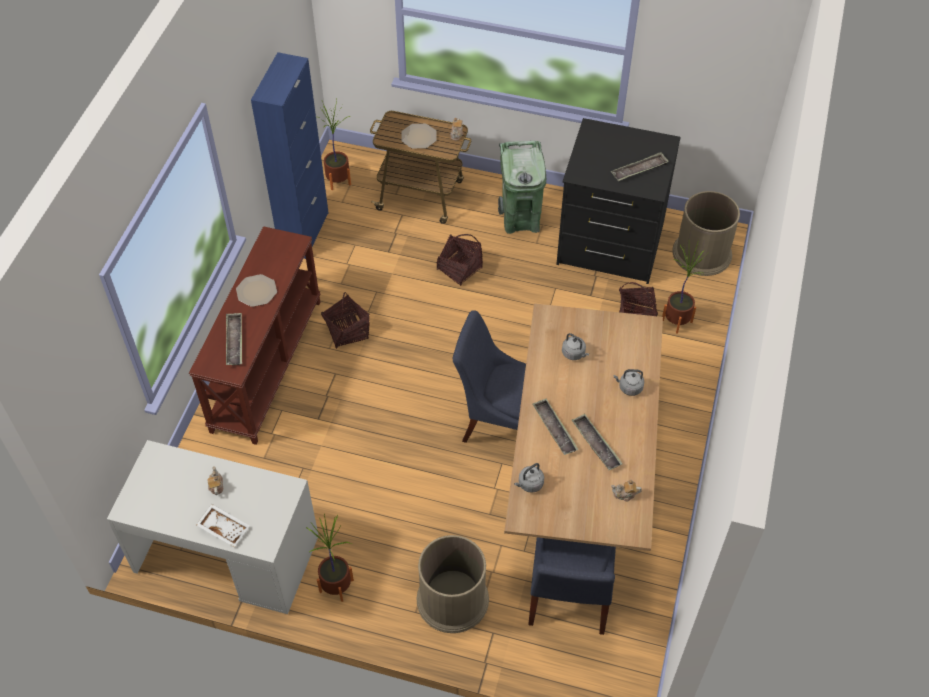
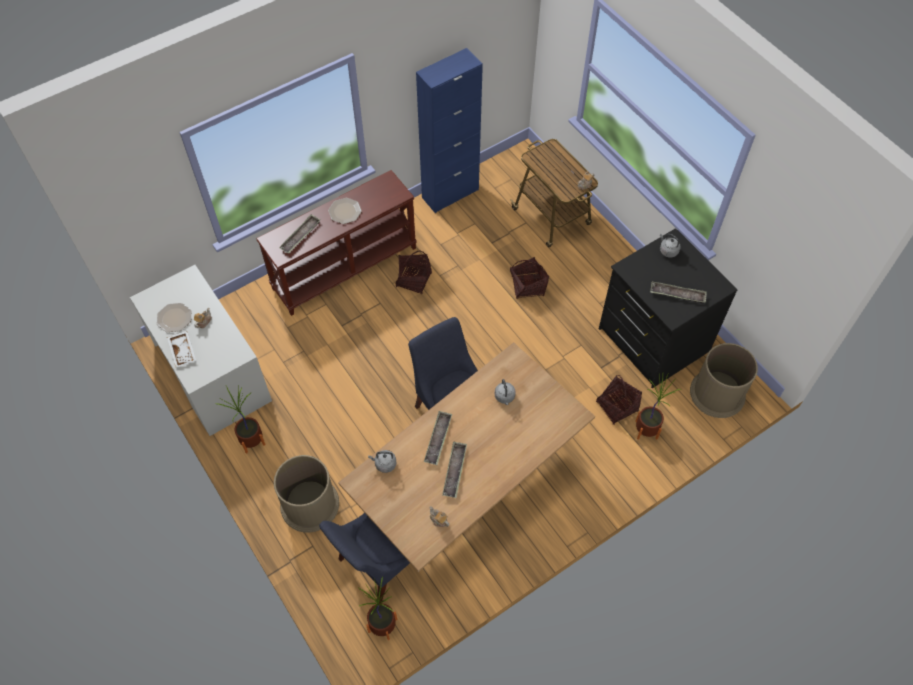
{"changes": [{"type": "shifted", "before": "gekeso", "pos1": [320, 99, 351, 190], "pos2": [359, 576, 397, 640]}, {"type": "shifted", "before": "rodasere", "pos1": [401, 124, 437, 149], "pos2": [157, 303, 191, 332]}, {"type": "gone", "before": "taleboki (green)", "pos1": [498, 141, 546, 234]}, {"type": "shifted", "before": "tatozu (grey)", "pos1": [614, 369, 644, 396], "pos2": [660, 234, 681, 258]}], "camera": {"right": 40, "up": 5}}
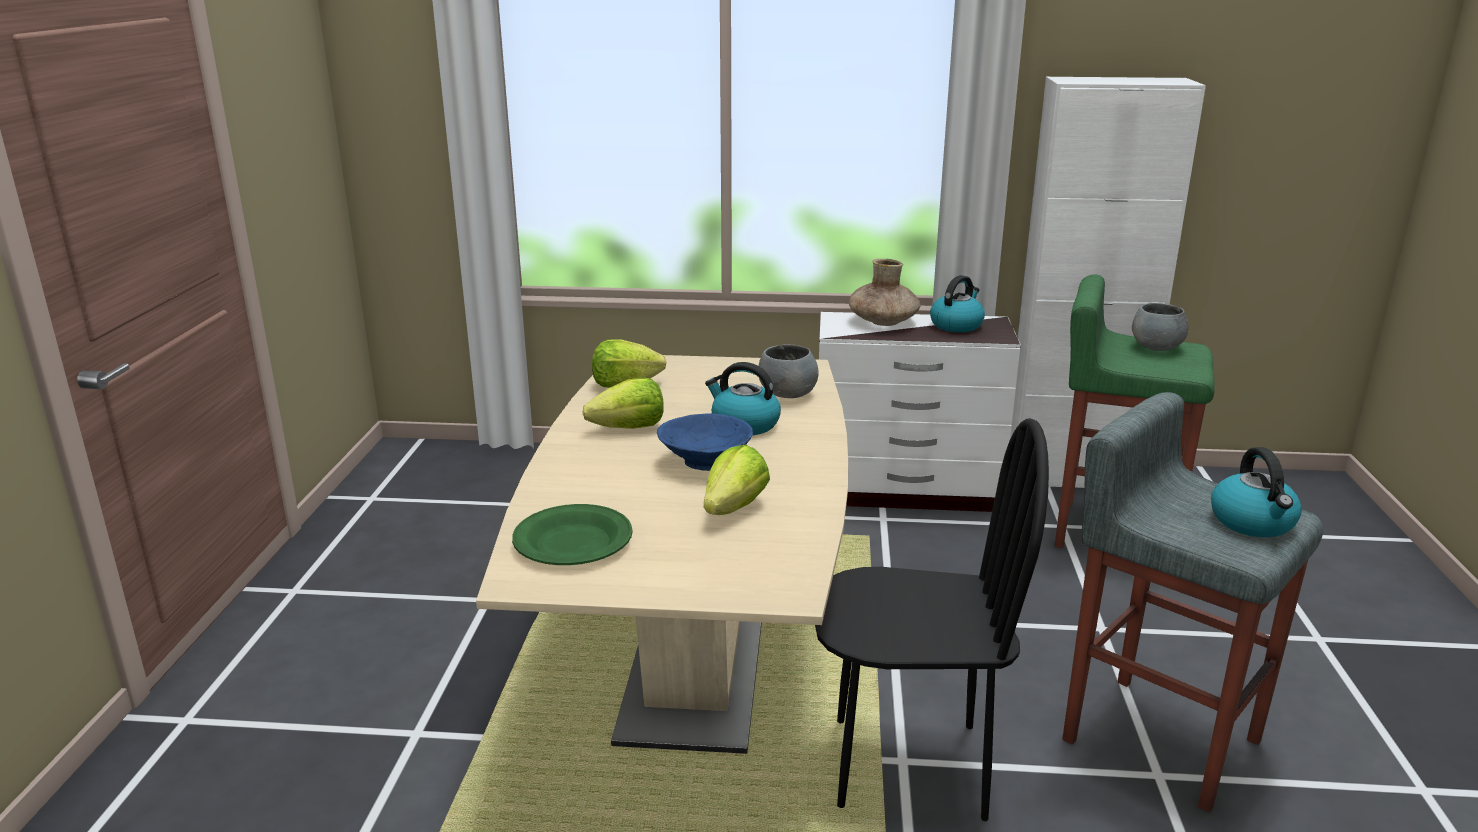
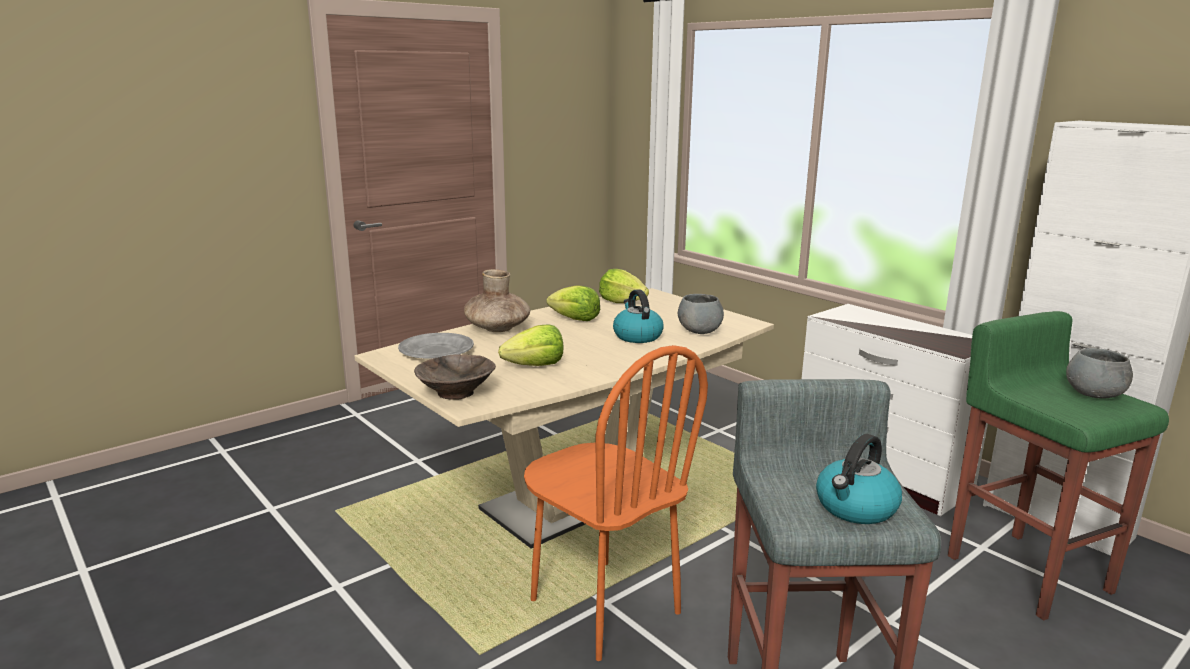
{"changes": [{"type": "shifted", "before": "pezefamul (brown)", "pos1": [849, 259, 920, 326], "pos2": [464, 269, 530, 332]}, {"type": "gone", "before": "tatozu", "pos1": [930, 275, 985, 332]}, {"type": "gone", "before": "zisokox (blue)", "pos1": [657, 413, 753, 471]}, {"type": "repainted", "before": "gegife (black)", "after": "gegife (orange)", "pos1": [815, 418, 1049, 821], "pos2": [524, 345, 708, 661]}, {"type": "repainted", "before": "rodasere (green)", "after": "rodasere (grey)", "pos1": [512, 504, 633, 565], "pos2": [398, 333, 474, 359]}, {"type": "new", "after": "zisokox (brown)", "pos2": [414, 354, 496, 400]}], "camera": {"right": 45, "up": -5}}
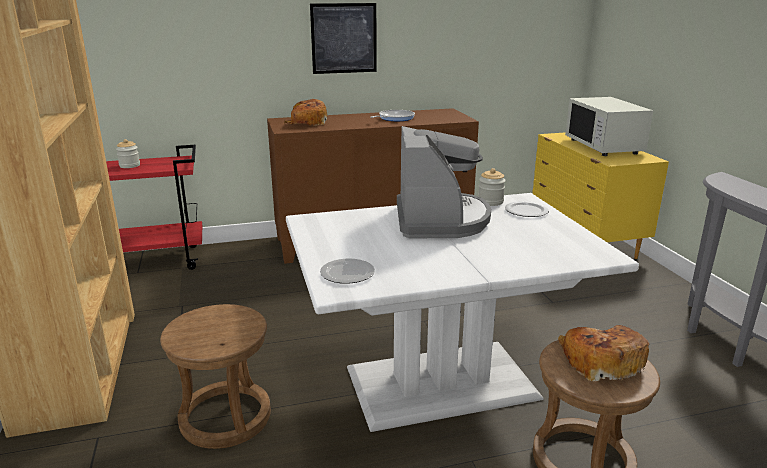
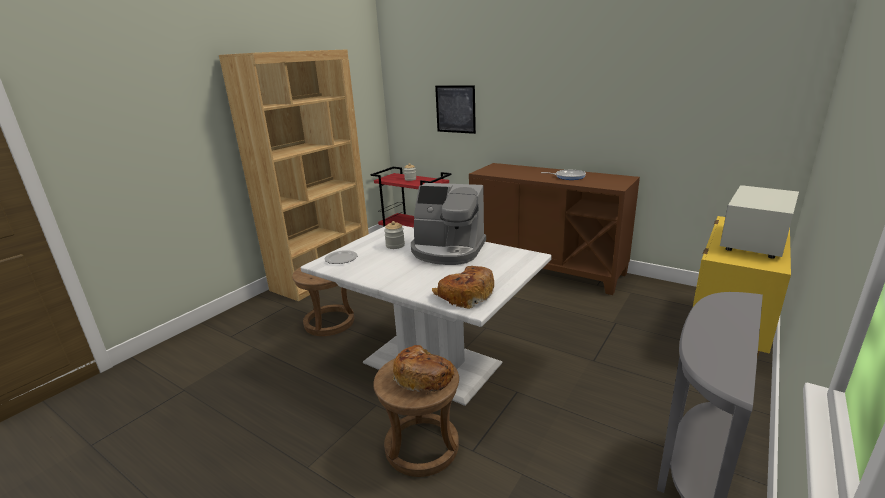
{"changes": [{"type": "shifted", "before": "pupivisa", "pos1": [310, 3, 377, 74], "pos2": [435, 85, 476, 134]}, {"type": "shifted", "before": "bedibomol", "pos1": [284, 99, 328, 126], "pos2": [432, 266, 494, 309]}, {"type": "rotated", "before": "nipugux", "pos1": [397, 126, 491, 239], "pos2": [411, 183, 486, 265], "turn": 60}, {"type": "shifted", "before": "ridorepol", "pos1": [478, 168, 506, 206], "pos2": [384, 221, 405, 249]}, {"type": "gone", "before": "rodasere", "pos1": [505, 201, 549, 217]}], "camera": {"right": 50, "up": 0}}
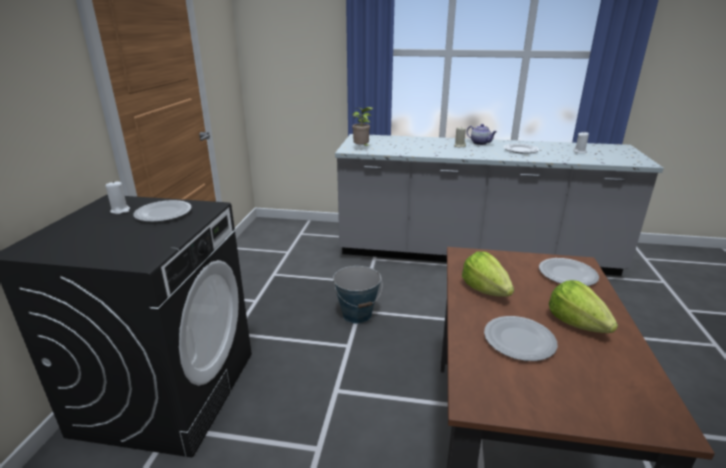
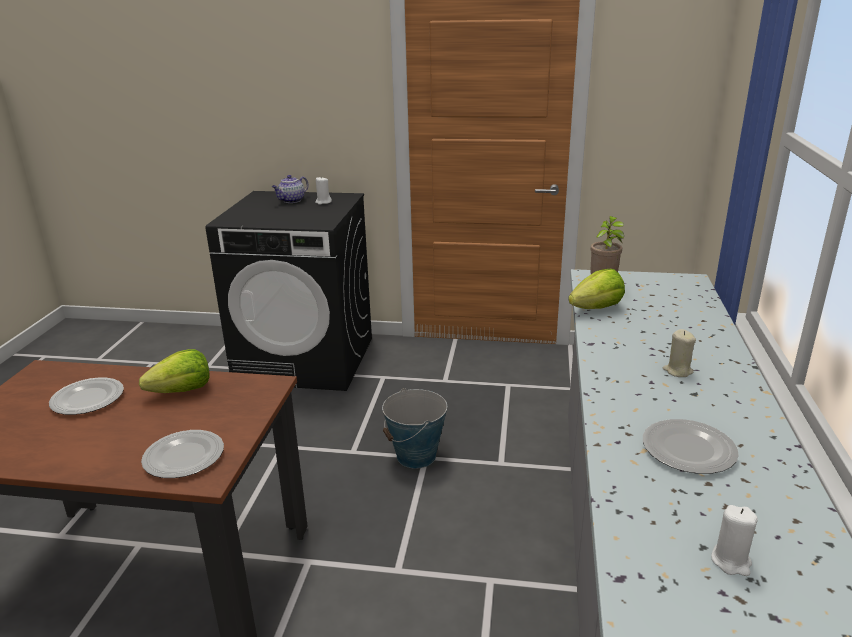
{"changes": [{"type": "shifted", "before": "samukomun", "pos1": [467, 124, 497, 145], "pos2": [272, 175, 309, 203]}, {"type": "gone", "before": "rodasere", "pos1": [133, 200, 192, 222]}, {"type": "shifted", "before": "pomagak", "pos1": [549, 280, 618, 333], "pos2": [568, 269, 625, 309]}], "camera": {"right": 90, "up": 0}}
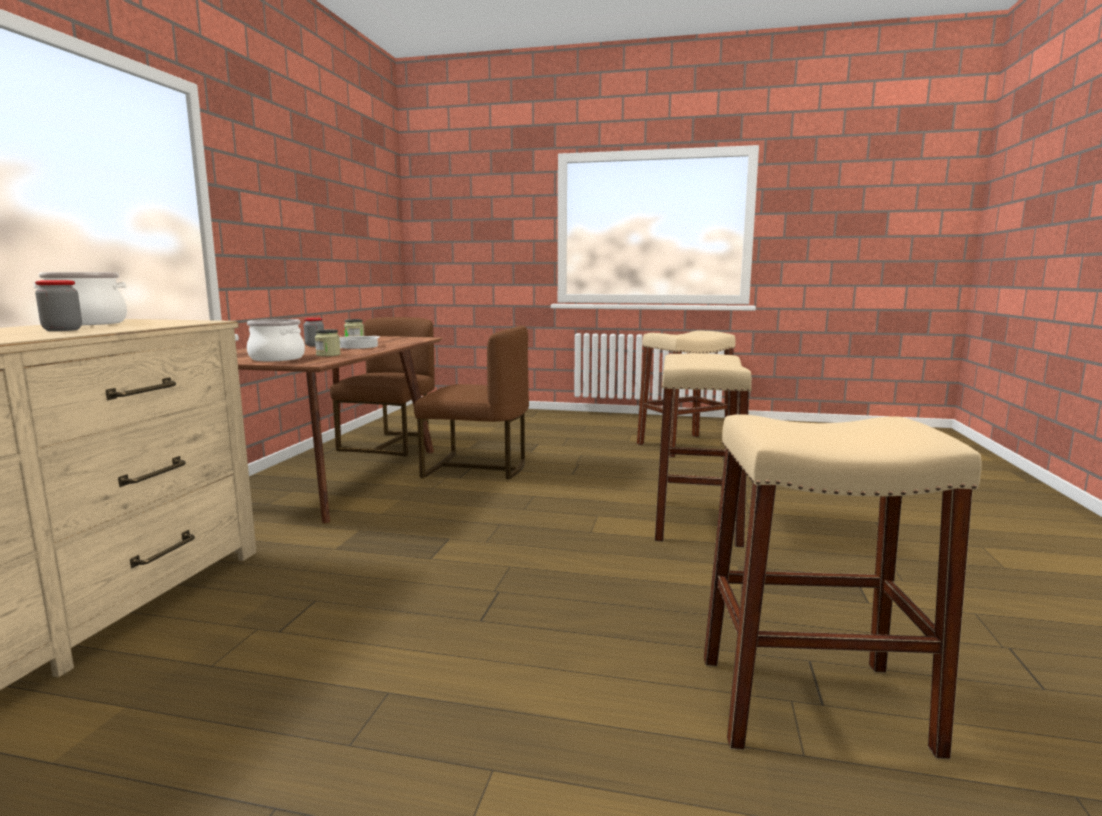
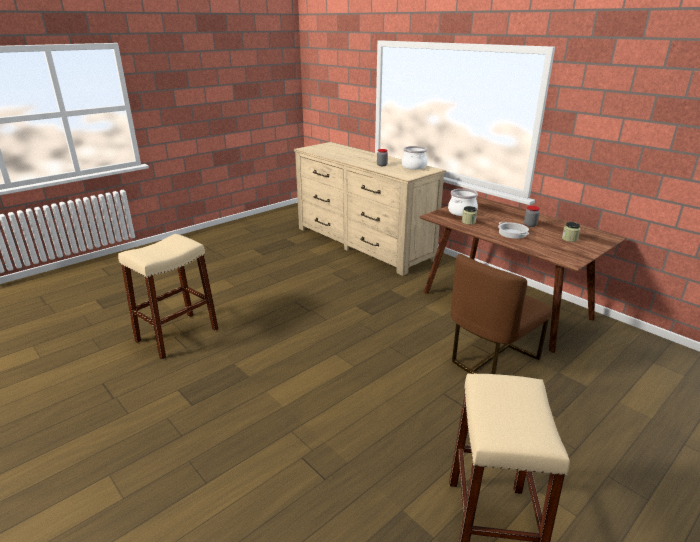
{"changes": [{"type": "gone", "before": "gegife (brown)", "pos1": [330, 317, 435, 457]}, {"type": "gone", "before": "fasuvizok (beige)", "pos1": [654, 353, 752, 548]}], "camera": {"right": 125, "up": 15}}
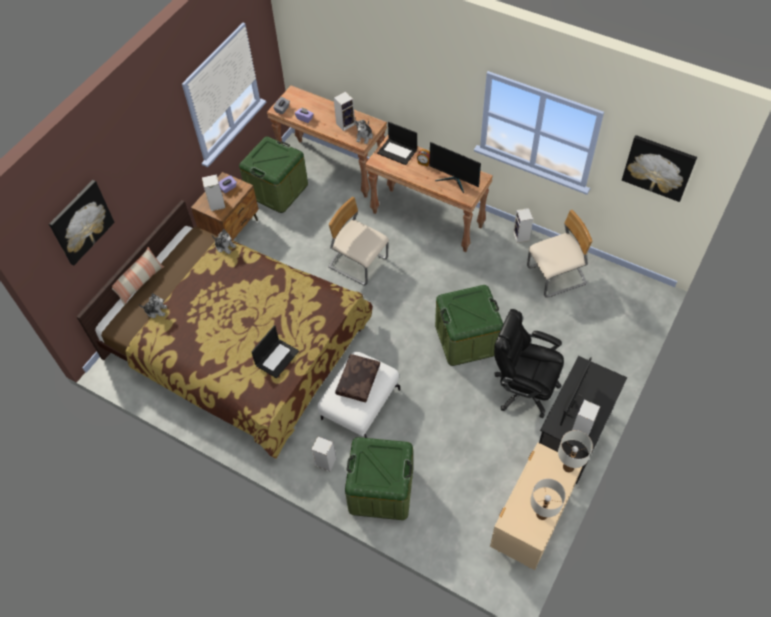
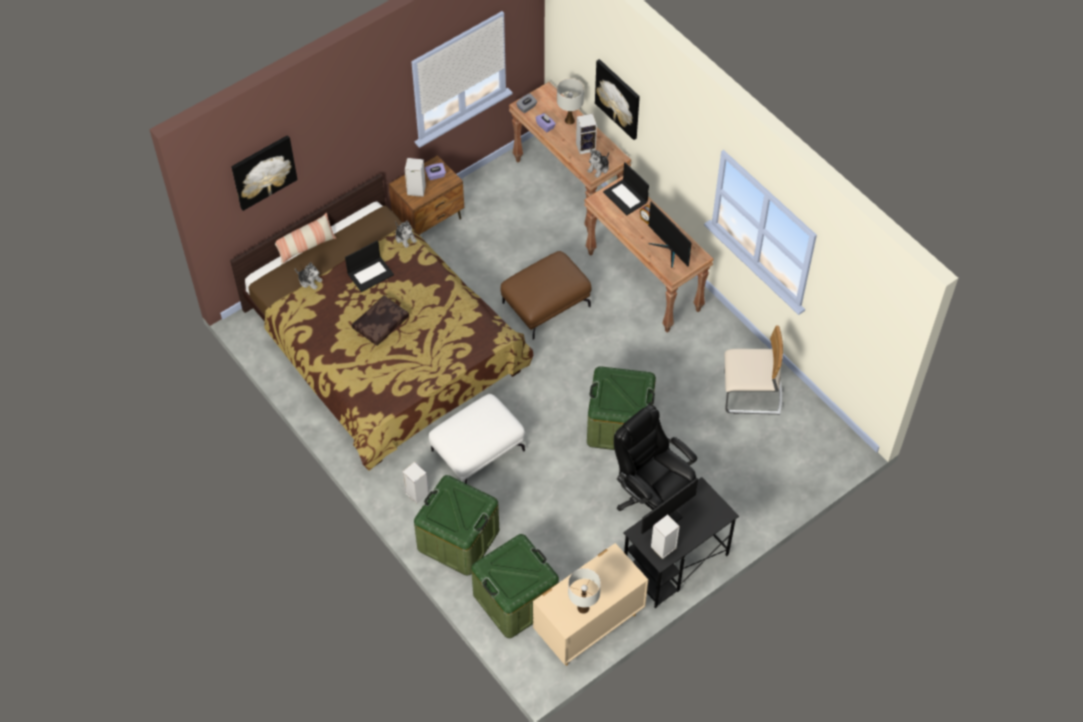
{"changes": [{"type": "shifted", "before": "pupivisa", "pos1": [622, 135, 697, 202], "pos2": [595, 59, 640, 140]}, {"type": "shifted", "before": "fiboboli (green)", "pos1": [239, 137, 308, 213], "pos2": [471, 534, 559, 638]}, {"type": "swapped", "before": "gegife (beige)", "after": "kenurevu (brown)", "pos1": [328, 197, 389, 285], "pos2": [500, 251, 592, 340]}, {"type": "gone", "before": "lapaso", "pos1": [513, 208, 533, 243]}, {"type": "shifted", "before": "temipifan", "pos1": [251, 325, 299, 378], "pos2": [345, 240, 394, 292]}, {"type": "shifted", "before": "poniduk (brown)", "pos1": [335, 354, 380, 402], "pos2": [352, 296, 409, 346]}, {"type": "shifted", "before": "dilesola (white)", "pos1": [558, 430, 593, 472], "pos2": [557, 78, 584, 125]}], "camera": {"right": 20, "up": 0}}
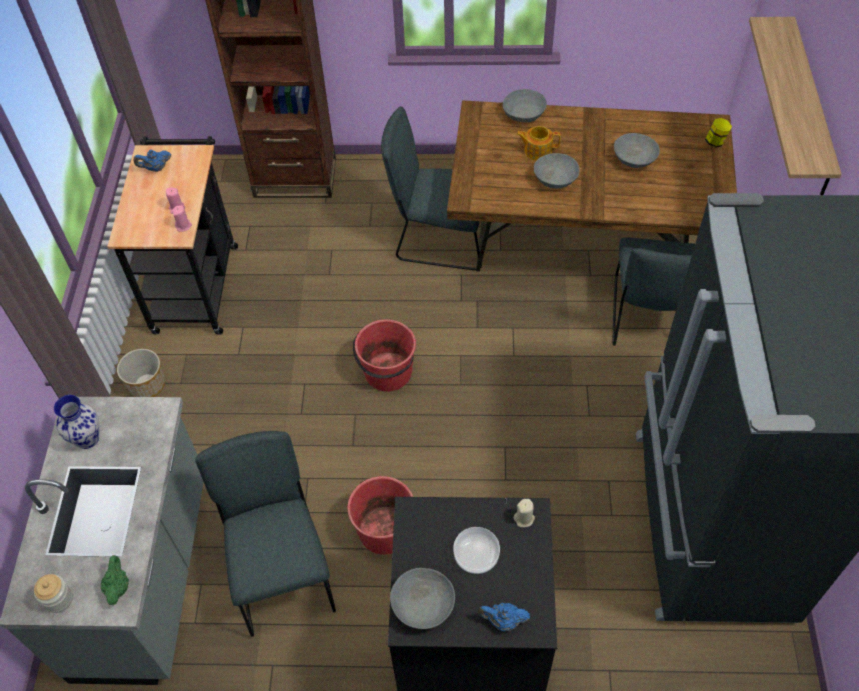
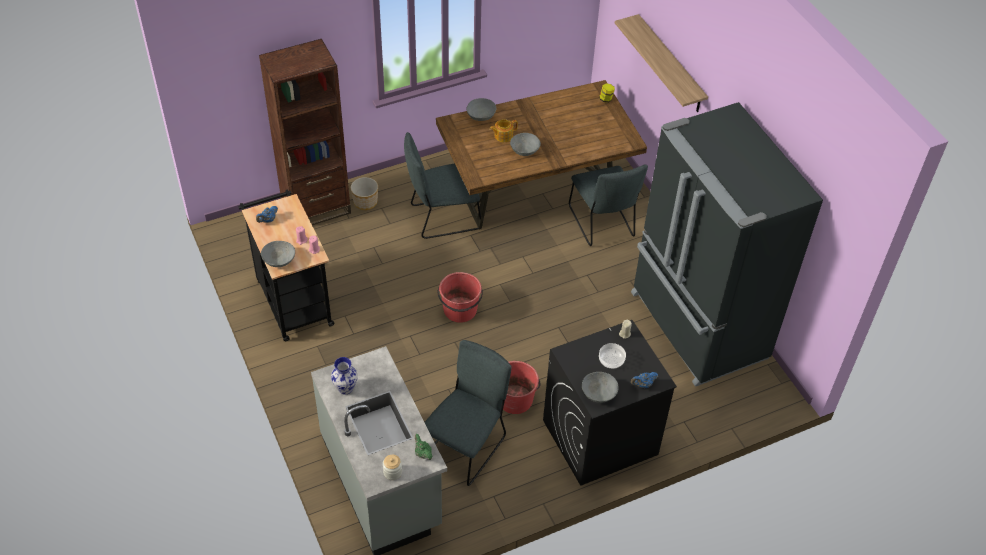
{"changes": [{"type": "shifted", "before": "zisokox (grey)", "pos1": [614, 133, 660, 168], "pos2": [261, 241, 295, 267]}, {"type": "shifted", "before": "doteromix", "pos1": [117, 349, 165, 397], "pos2": [351, 177, 378, 210]}, {"type": "rotated", "before": "gegife (grey)", "pos1": [195, 431, 336, 637], "pos2": [425, 340, 511, 486], "turn": 75}], "camera": {"right": -30, "up": -5}}
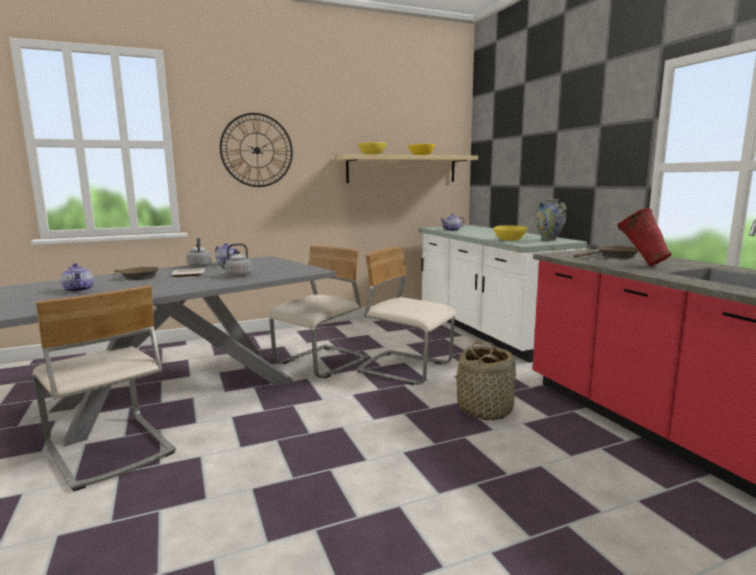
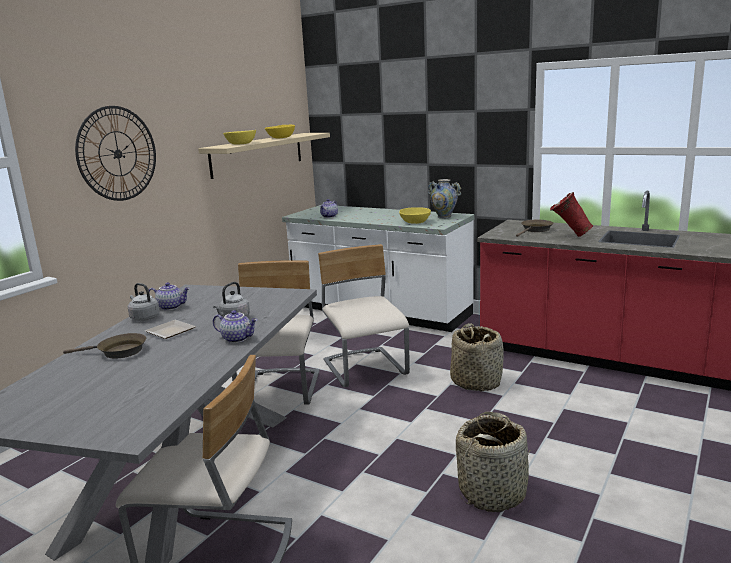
{"changes": [{"type": "rotated", "before": "gegife (beige)", "pos1": [357, 247, 456, 385], "pos2": [318, 244, 410, 387], "turn": 75}, {"type": "shifted", "before": "samukomun", "pos1": [61, 263, 94, 292], "pos2": [213, 310, 258, 343]}, {"type": "new", "after": "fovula", "pos2": [456, 412, 530, 512]}], "camera": {"right": -35, "up": 5}}
